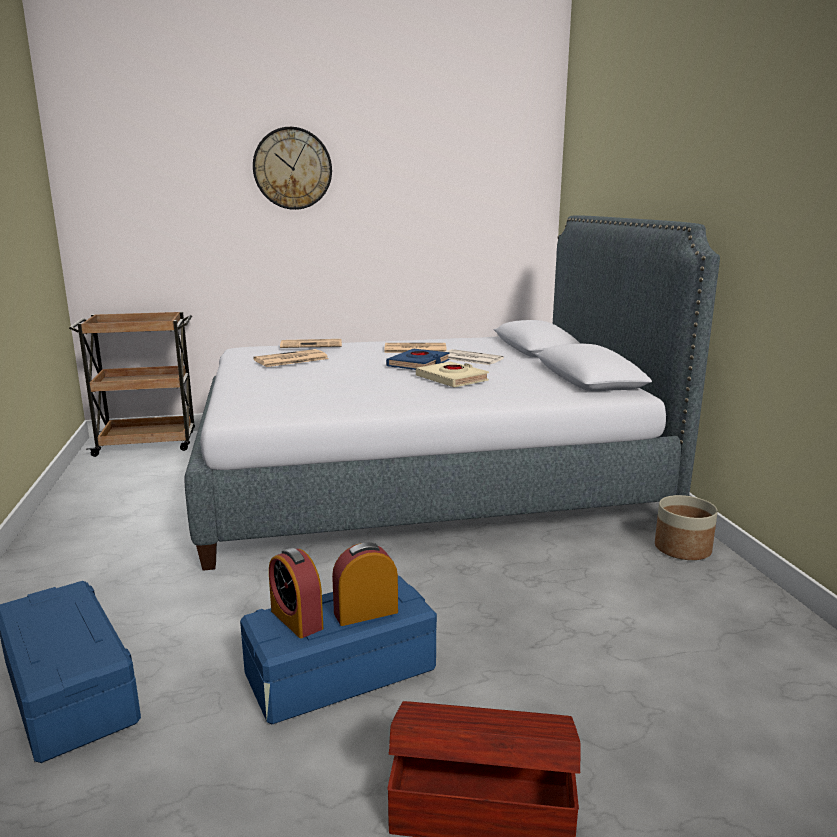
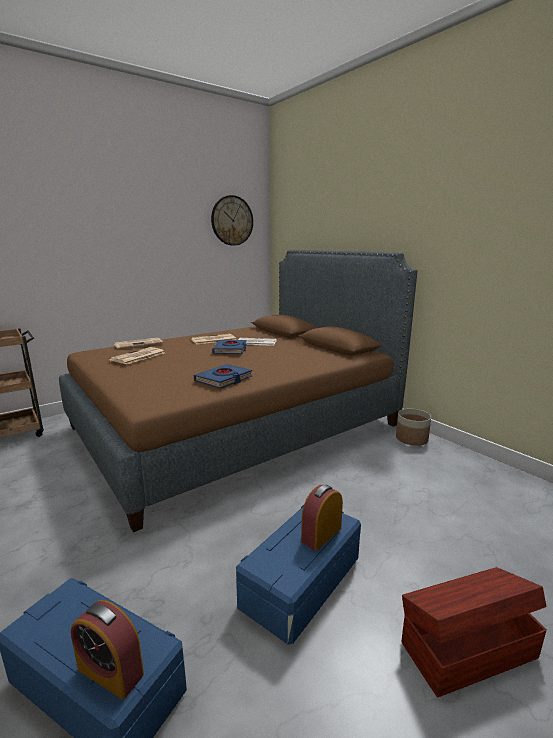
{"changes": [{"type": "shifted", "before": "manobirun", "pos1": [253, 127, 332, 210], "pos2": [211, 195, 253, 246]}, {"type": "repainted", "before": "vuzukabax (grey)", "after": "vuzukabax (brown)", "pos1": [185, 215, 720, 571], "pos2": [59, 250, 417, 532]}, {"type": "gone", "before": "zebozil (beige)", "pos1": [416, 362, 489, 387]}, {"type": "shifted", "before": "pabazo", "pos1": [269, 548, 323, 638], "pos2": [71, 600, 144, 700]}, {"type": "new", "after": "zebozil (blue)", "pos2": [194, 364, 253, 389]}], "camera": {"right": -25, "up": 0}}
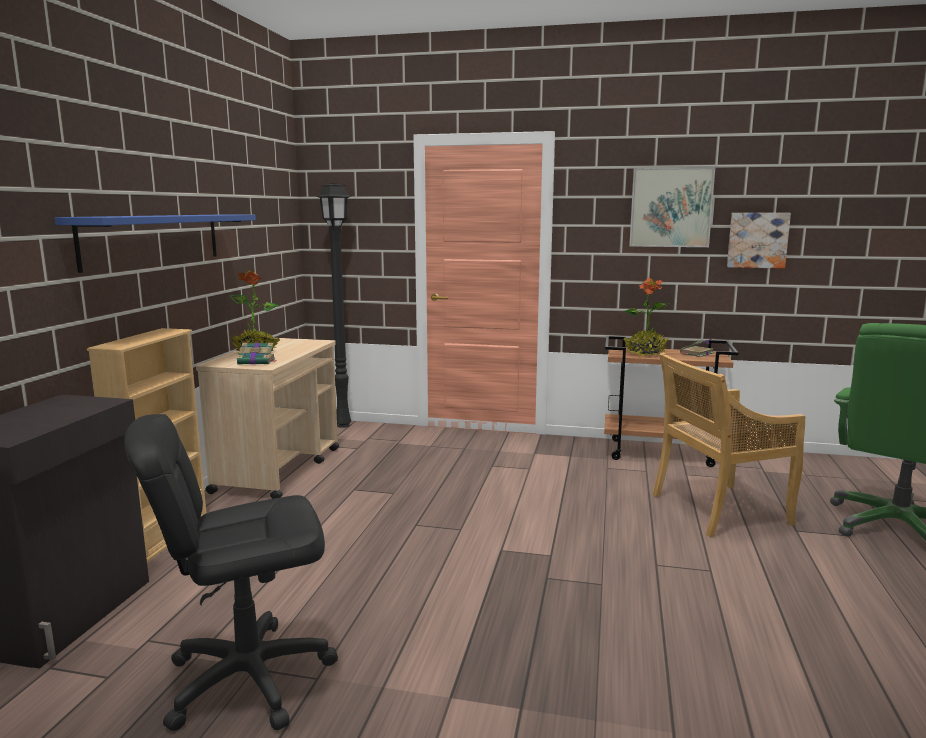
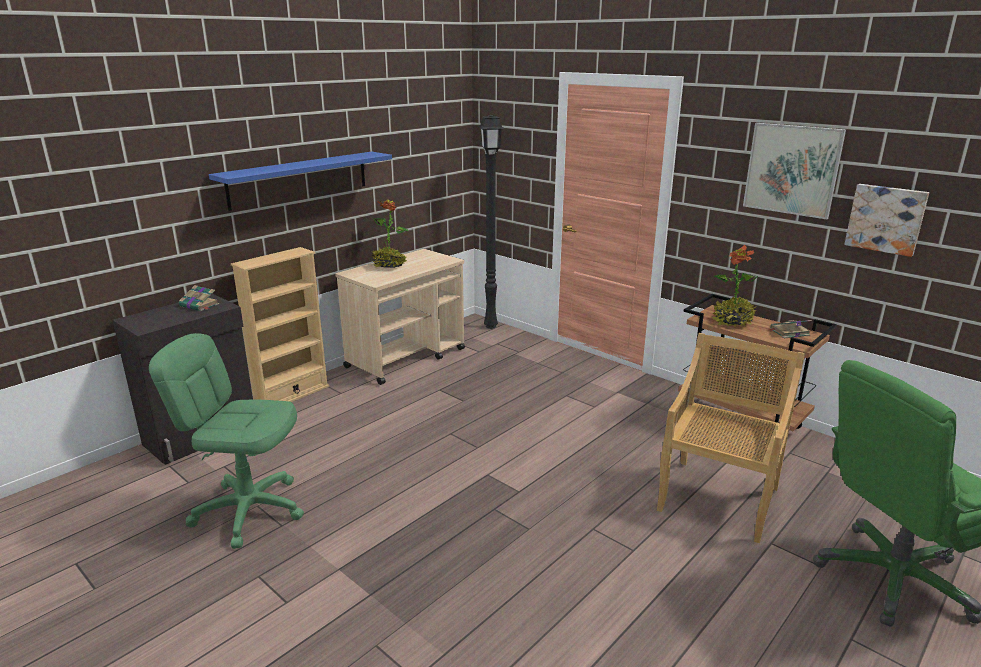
{"changes": [{"type": "shifted", "before": "zebozil", "pos1": [237, 343, 276, 364], "pos2": [179, 285, 219, 311]}, {"type": "rotated", "before": "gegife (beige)", "pos1": [652, 353, 805, 537], "pos2": [657, 333, 805, 543], "turn": 105}, {"type": "repainted", "before": "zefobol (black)", "after": "zefobol (green)", "pos1": [125, 414, 338, 731], "pos2": [149, 333, 304, 549]}], "camera": {"right": 30, "up": 10}}
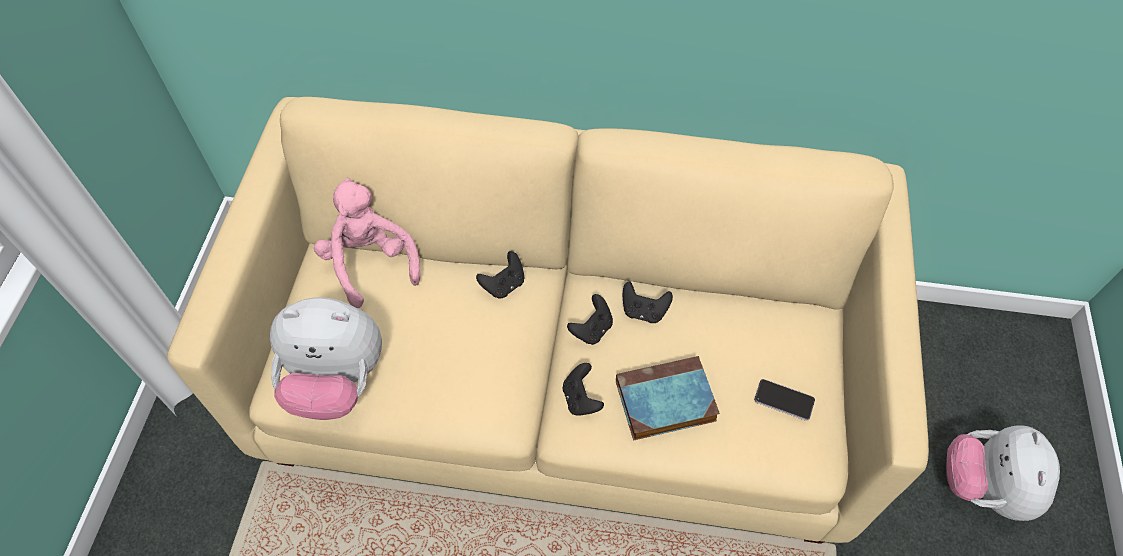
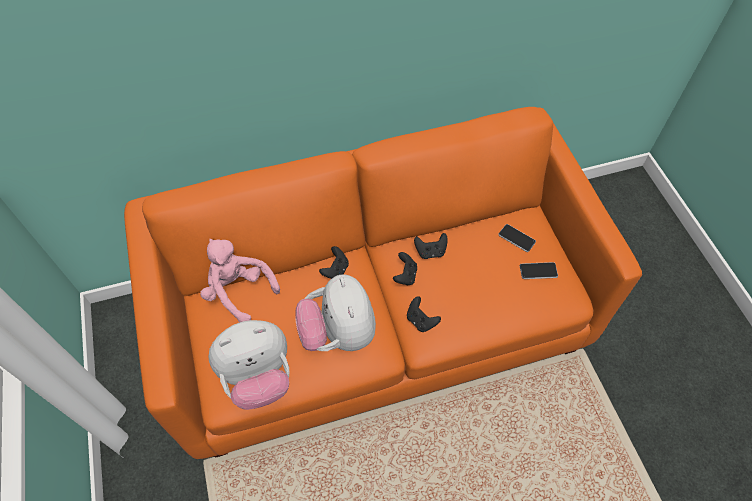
{"changes": [{"type": "repainted", "before": "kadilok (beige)", "after": "kadilok (orange)", "pos1": [167, 97, 929, 544], "pos2": [124, 107, 642, 459]}, {"type": "gone", "before": "zebozil", "pos1": [616, 356, 720, 440]}, {"type": "shifted", "before": "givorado", "pos1": [946, 425, 1060, 521], "pos2": [295, 274, 376, 351]}, {"type": "new", "after": "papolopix", "pos2": [498, 224, 536, 252]}], "camera": {"right": -25, "up": 0}}
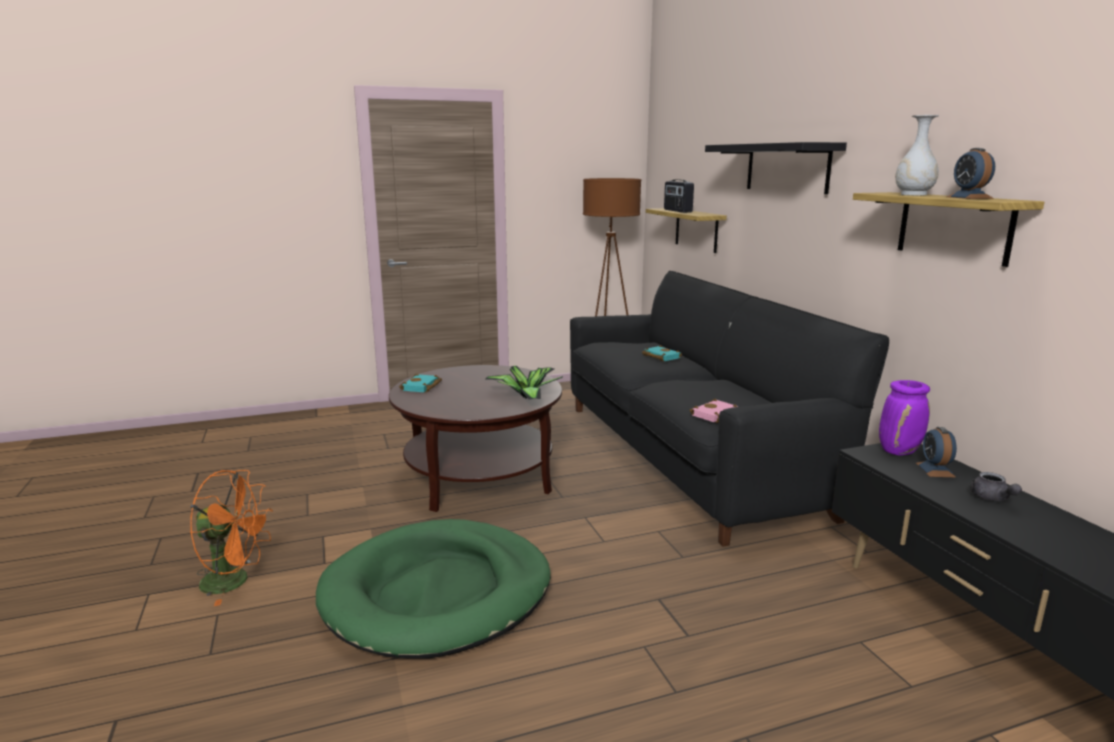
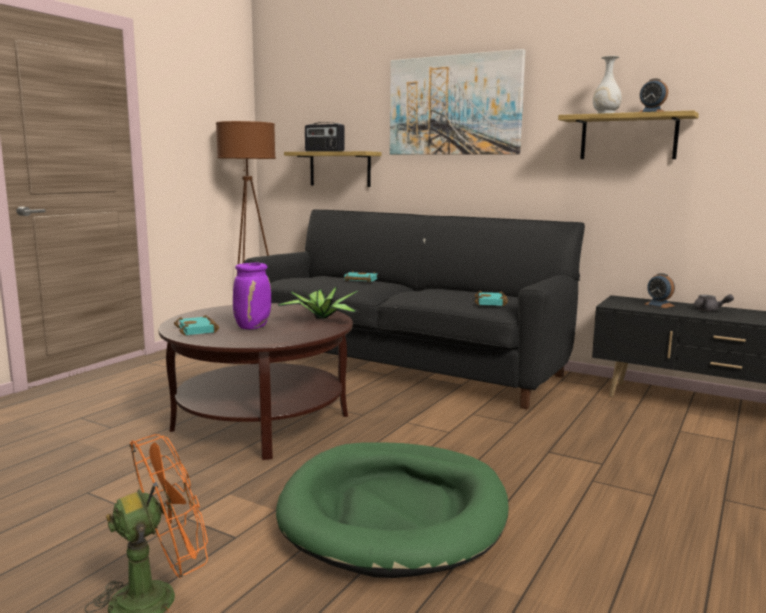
{"changes": [{"type": "swapped", "before": "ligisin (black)", "after": "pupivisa", "pos1": [705, 142, 847, 194], "pos2": [390, 49, 525, 155]}, {"type": "shifted", "before": "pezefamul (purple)", "pos1": [879, 380, 930, 455], "pos2": [233, 263, 271, 329]}, {"type": "repainted", "before": "zebozil (pink)", "after": "zebozil (turquoise)", "pos1": [690, 399, 738, 423], "pos2": [475, 291, 508, 306]}], "camera": {"right": -40, "up": -5}}
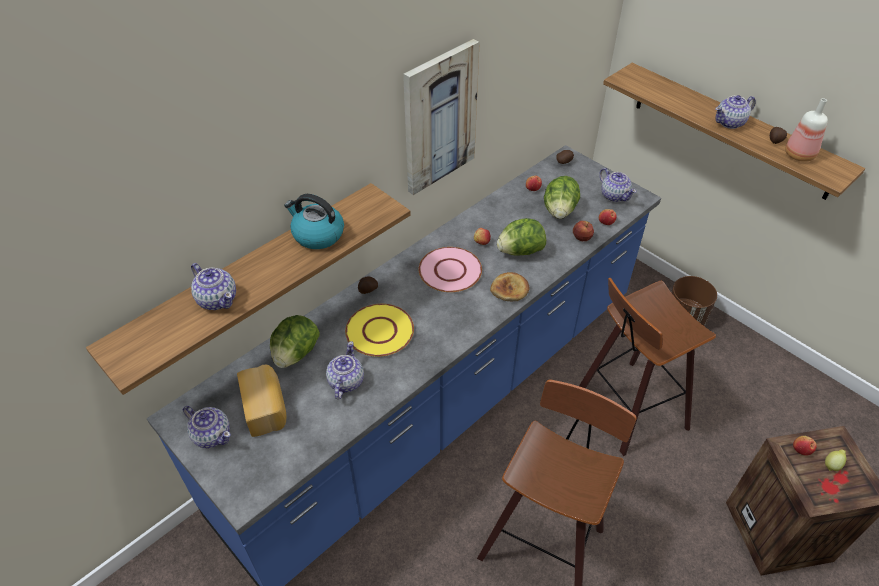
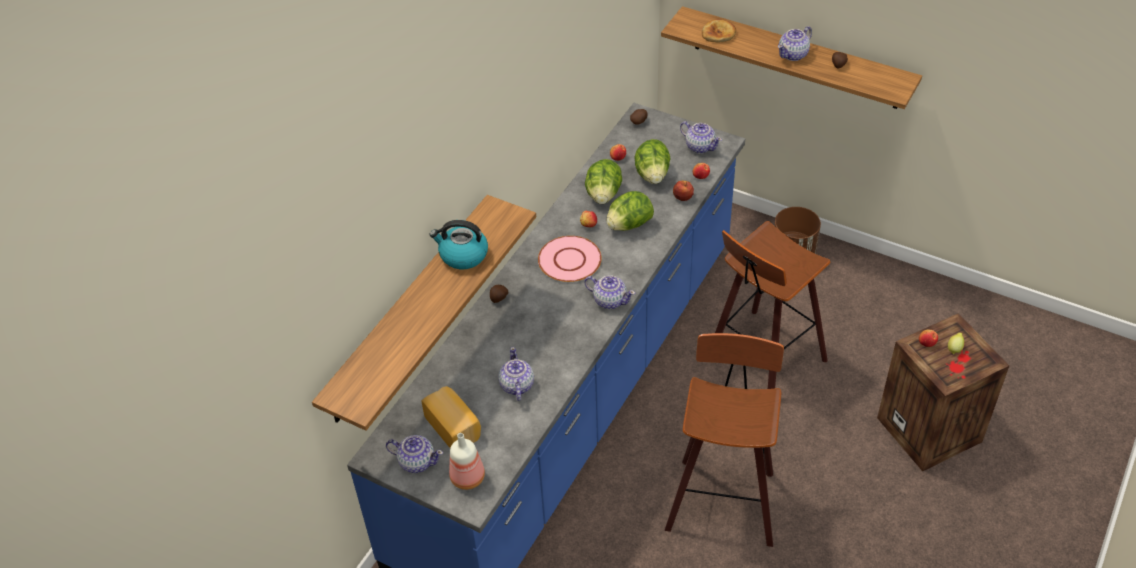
{"changes": [{"type": "gone", "before": "pupivisa", "pos1": [403, 39, 480, 195]}, {"type": "shifted", "before": "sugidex", "pos1": [785, 98, 828, 162], "pos2": [449, 433, 485, 490]}, {"type": "shifted", "before": "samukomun", "pos1": [191, 263, 236, 310], "pos2": [584, 275, 635, 309]}, {"type": "shifted", "before": "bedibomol", "pos1": [490, 272, 529, 301], "pos2": [702, 19, 736, 42]}, {"type": "gone", "before": "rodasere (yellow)", "pos1": [345, 304, 414, 357]}, {"type": "shifted", "before": "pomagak", "pos1": [270, 315, 320, 368], "pos2": [585, 159, 622, 204]}], "camera": {"right": -15, "up": 0}}
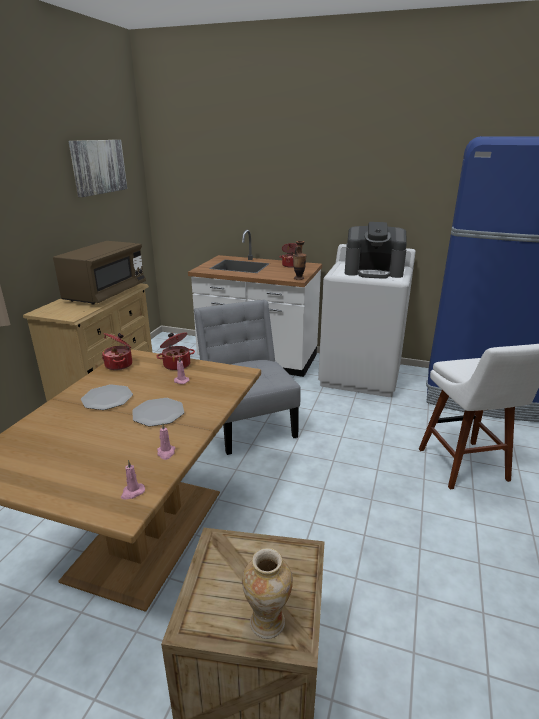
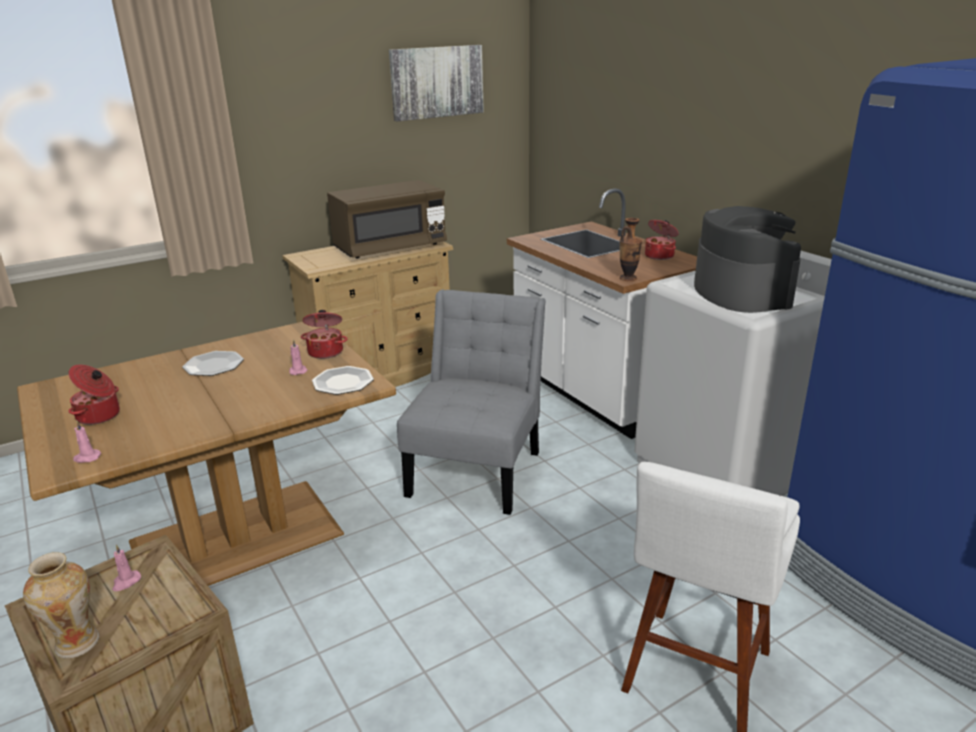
{"changes": [{"type": "rotated", "before": "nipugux", "pos1": [345, 222, 407, 279], "pos2": [694, 206, 801, 313], "turn": -150}, {"type": "shifted", "before": "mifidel", "pos1": [102, 333, 132, 370], "pos2": [69, 365, 120, 425]}, {"type": "shifted", "before": "rodasere", "pos1": [132, 398, 184, 427], "pos2": [312, 366, 374, 395]}, {"type": "shifted", "before": "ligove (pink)", "pos1": [157, 423, 175, 460], "pos2": [112, 545, 141, 591]}], "camera": {"right": 40, "up": 0}}
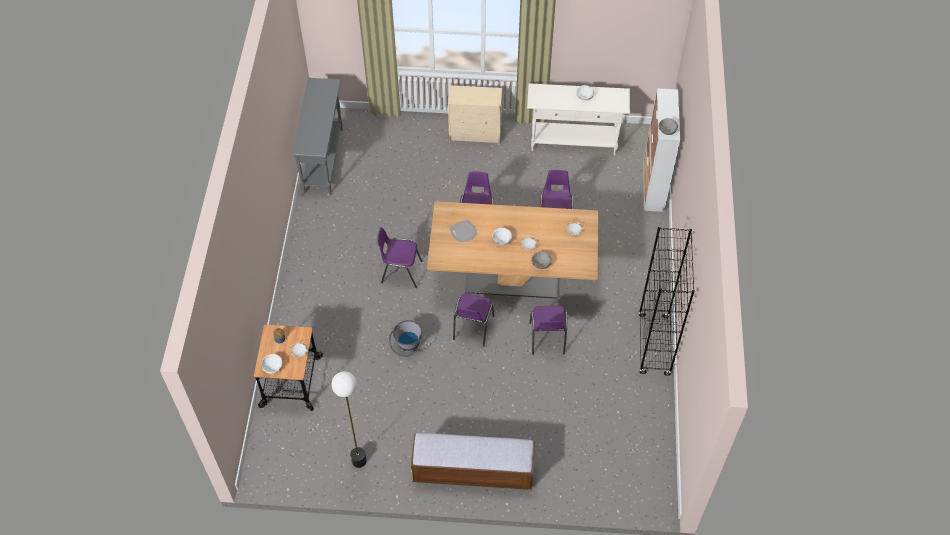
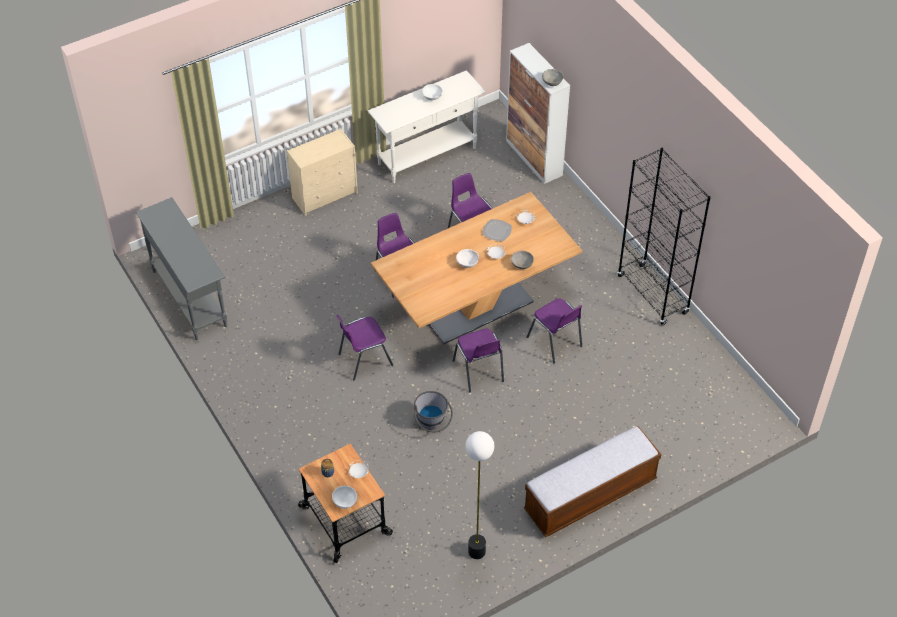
{"changes": [{"type": "shifted", "before": "rodasere", "pos1": [450, 220, 478, 243], "pos2": [482, 219, 512, 241]}], "camera": {"right": -35, "up": -5}}
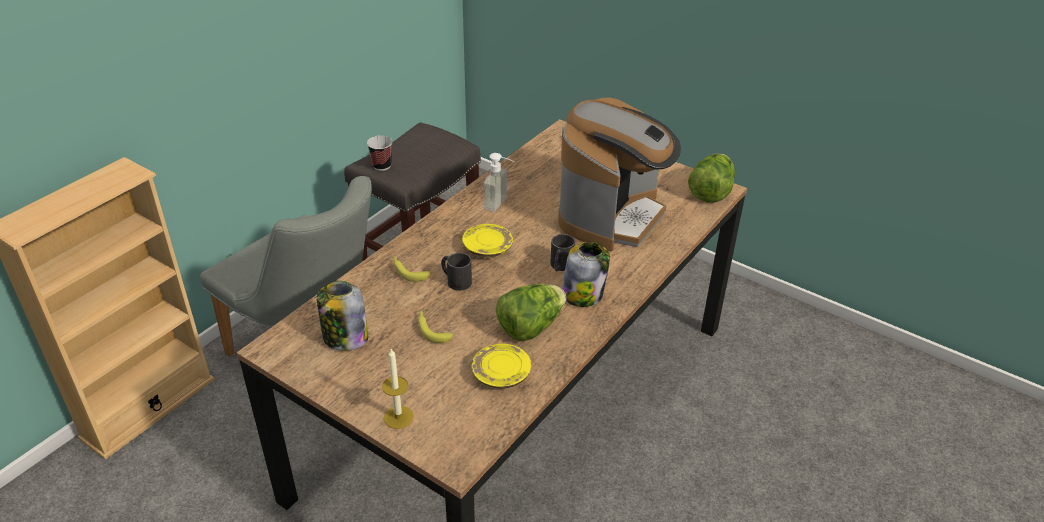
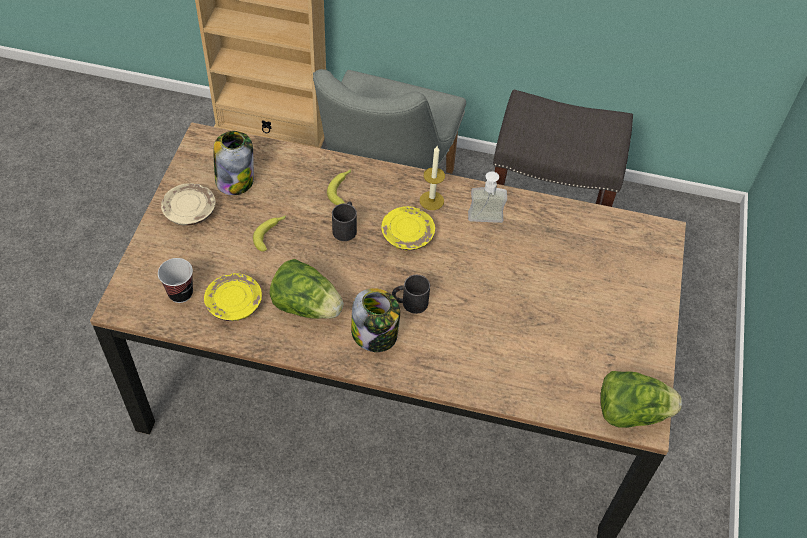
{"changes": [{"type": "gone", "before": "nipugux", "pos1": [558, 98, 681, 251]}, {"type": "shifted", "before": "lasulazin", "pos1": [367, 135, 393, 171], "pos2": [158, 258, 193, 303]}, {"type": "shifted", "before": "ligove", "pos1": [382, 349, 414, 429], "pos2": [420, 146, 445, 210]}, {"type": "new", "after": "rodasere (beige)", "pos2": [161, 183, 215, 226]}], "camera": {"right": 65, "up": 15}}
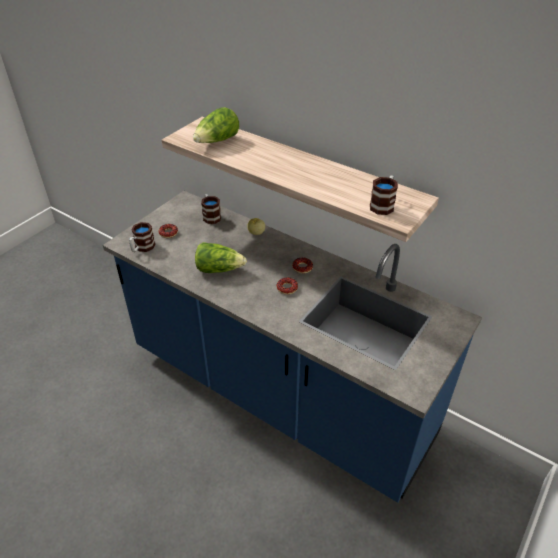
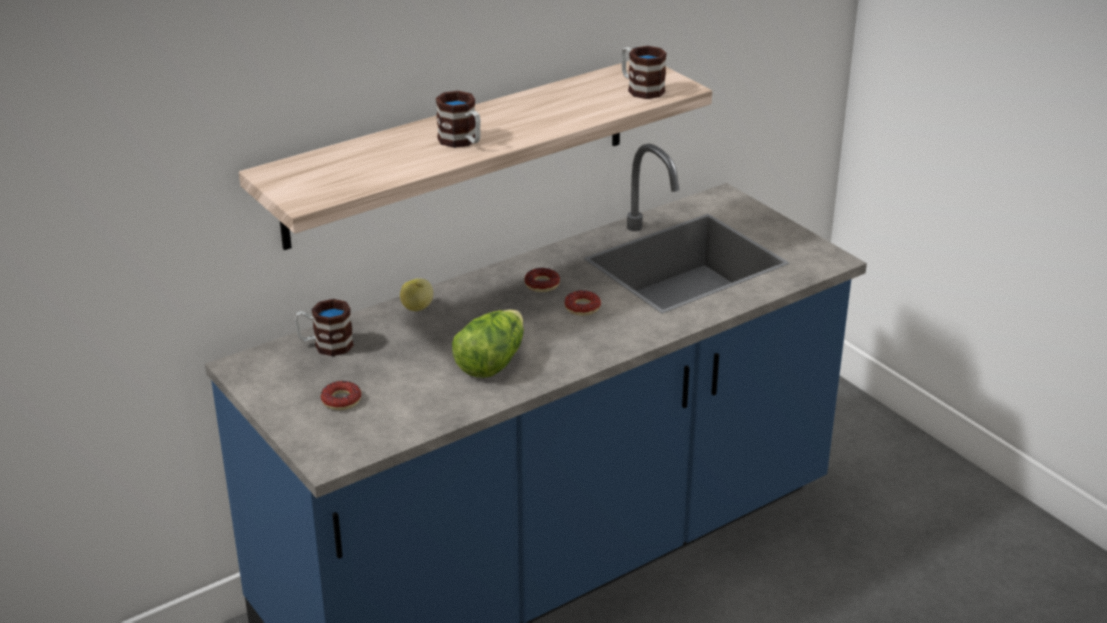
{"changes": [{"type": "gone", "before": "pomagak", "pos1": [193, 107, 239, 143]}, {"type": "shifted", "before": "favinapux", "pos1": [129, 222, 155, 252], "pos2": [436, 91, 481, 148]}], "camera": {"right": -70, "up": -10}}
